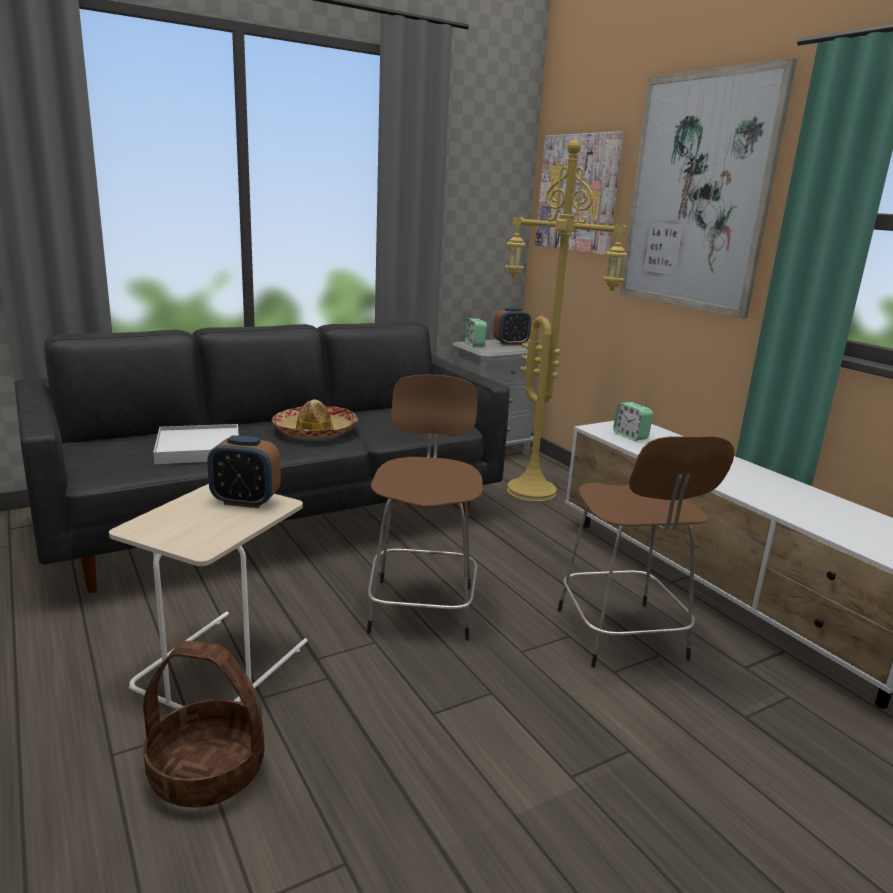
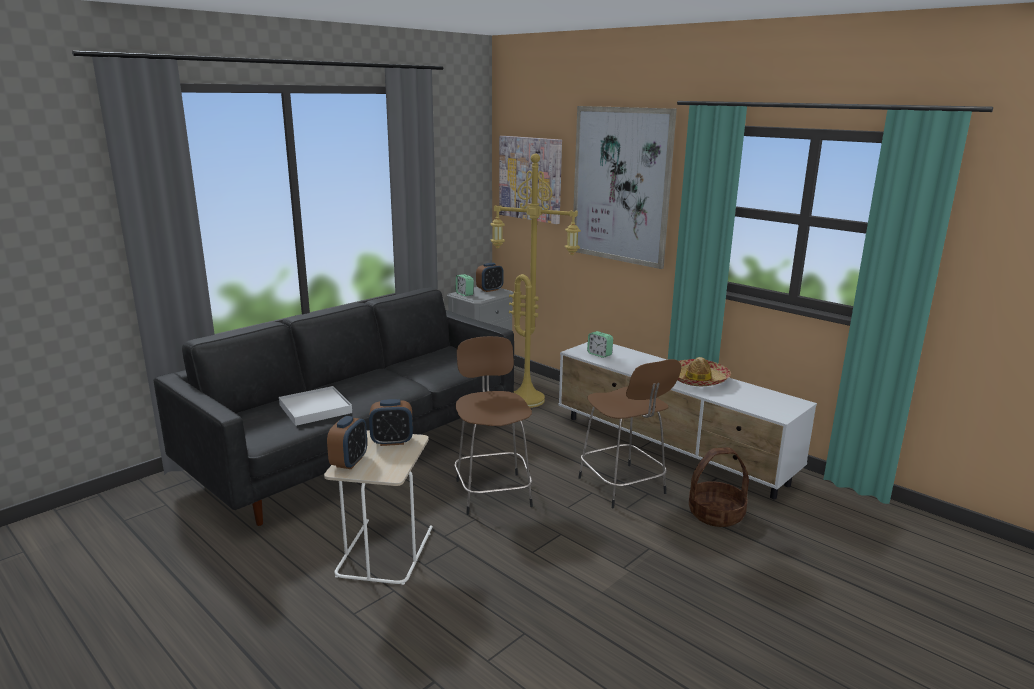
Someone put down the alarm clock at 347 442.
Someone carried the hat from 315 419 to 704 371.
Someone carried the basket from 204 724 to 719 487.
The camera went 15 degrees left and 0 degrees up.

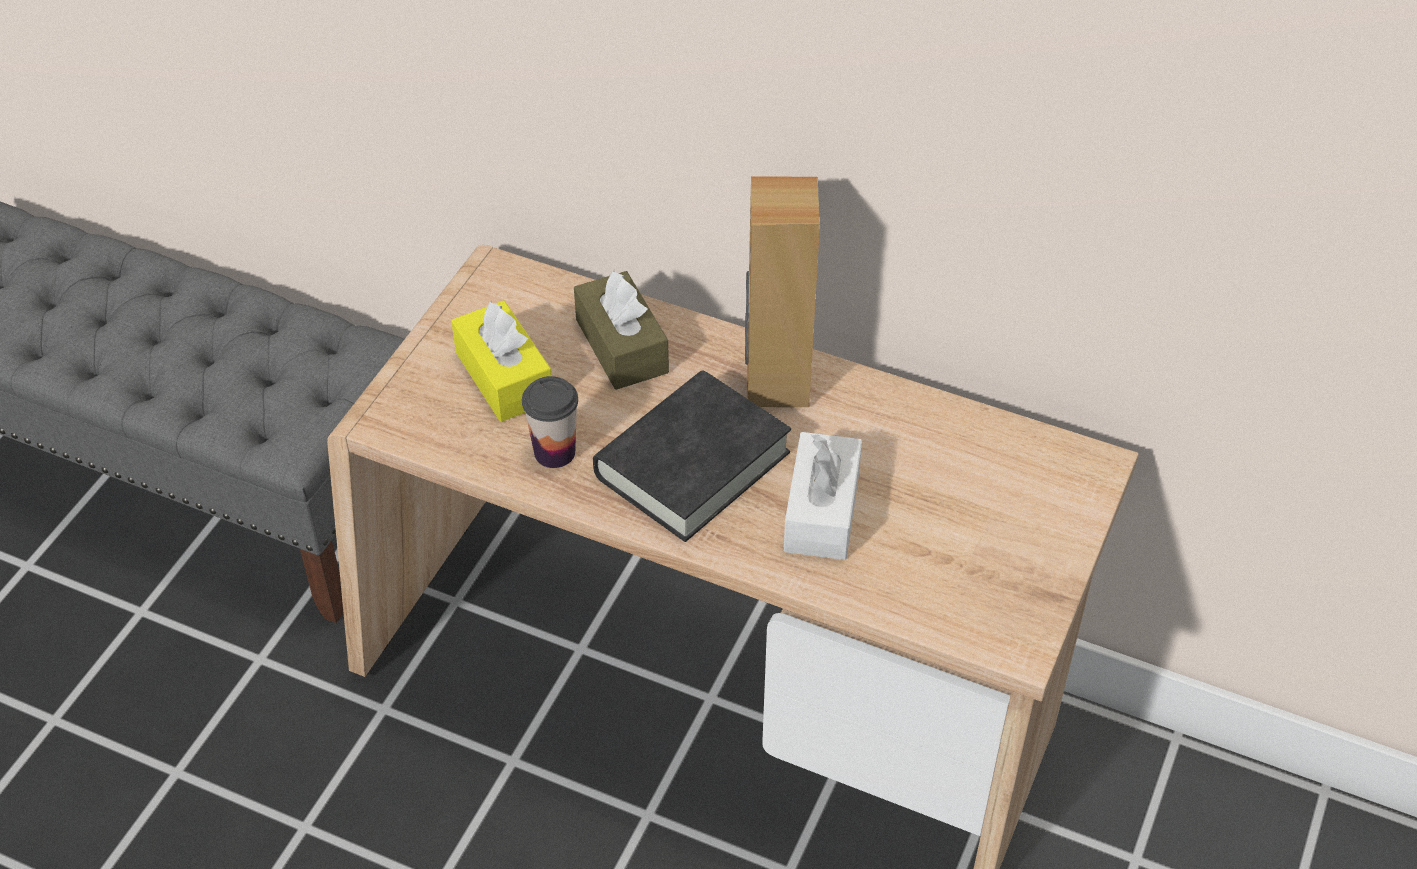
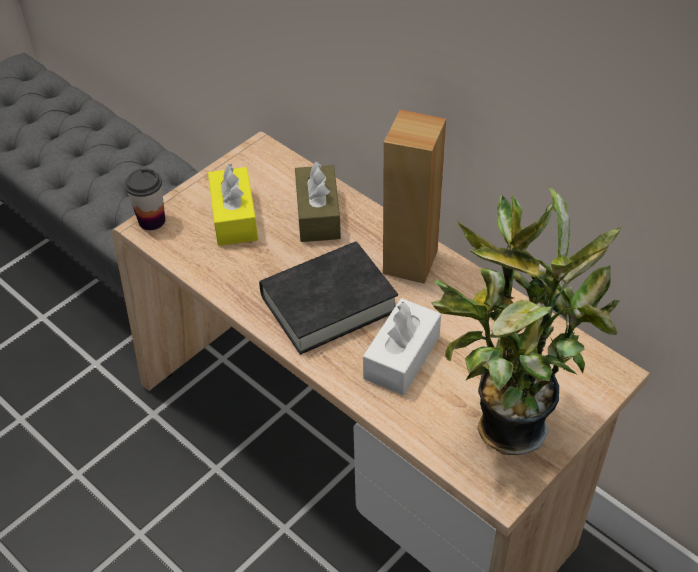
Someone carried the cup from 550 422 to 145 199.
Someone put down the potted plant at 526 320.
The camera went 20 degrees right and 0 degrees up.

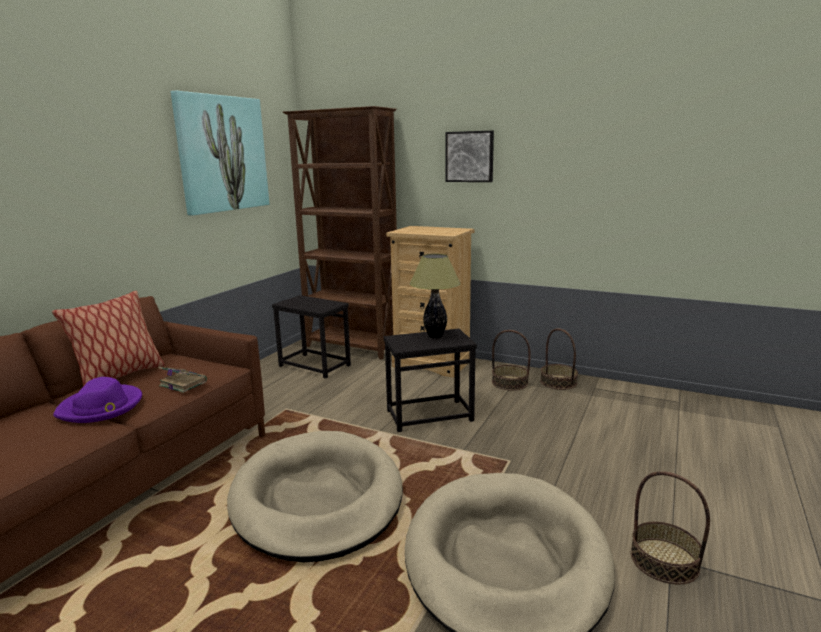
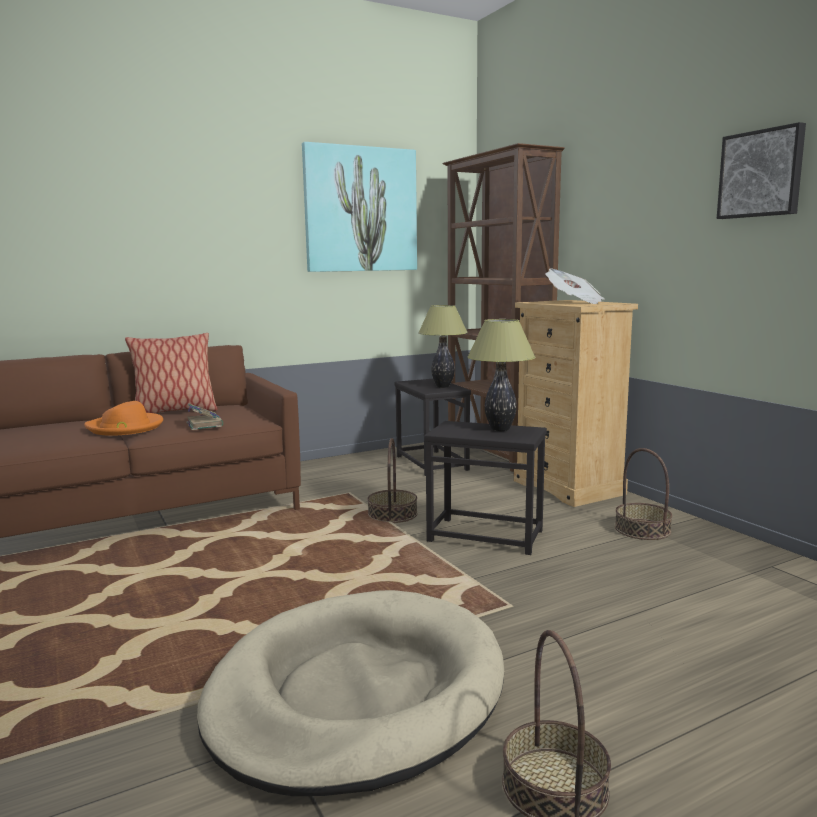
Someone repainted the purple hat at 97 400, which became the orange hat at 123 418.
Someone carried the basket from 559 359 to 392 480.
Someone put down the table lamp at 443 346.
Someone put down the newspaper at 575 286.
Someone carried the picture from 469 156 to 761 170.
Someone took away the beige dog bed at 315 496.
The camera went 35 degrees right and 5 degrees down.

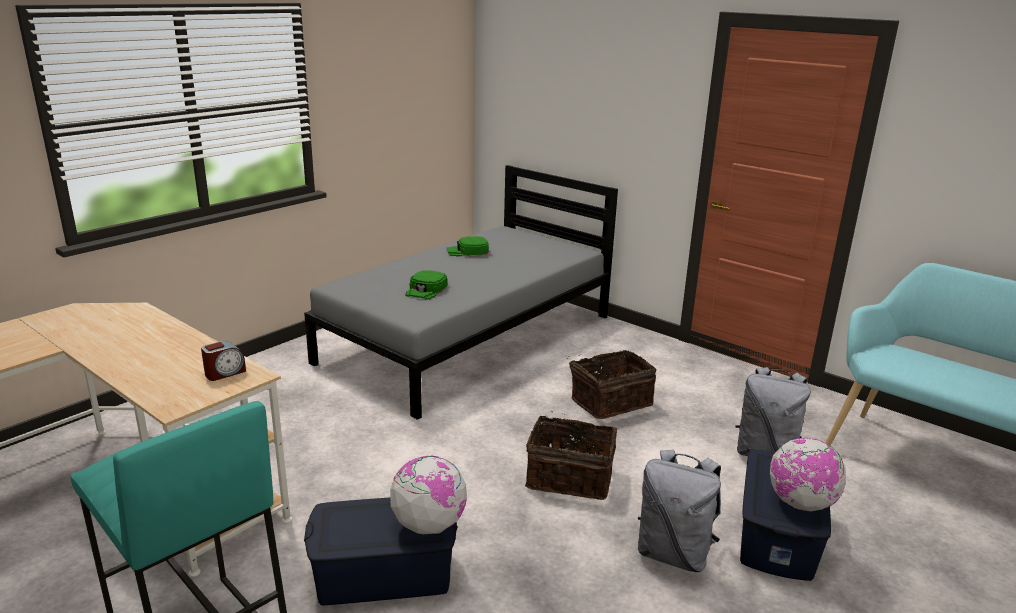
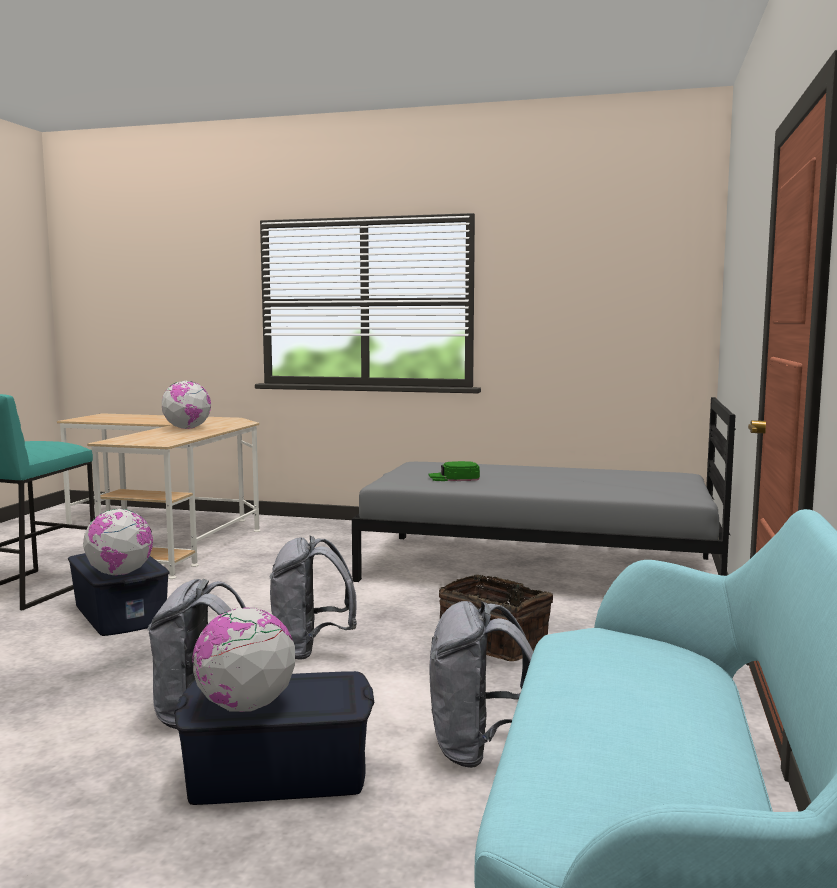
Someone put down the globe at 186 405.
Someone swapped the basket at 571 455 for the grey backpack at 313 598.
Someone took away the alarm clock at 223 361.
Someone took away the green cap at 468 246.
The camera went 65 degrees right and 15 degrees down.

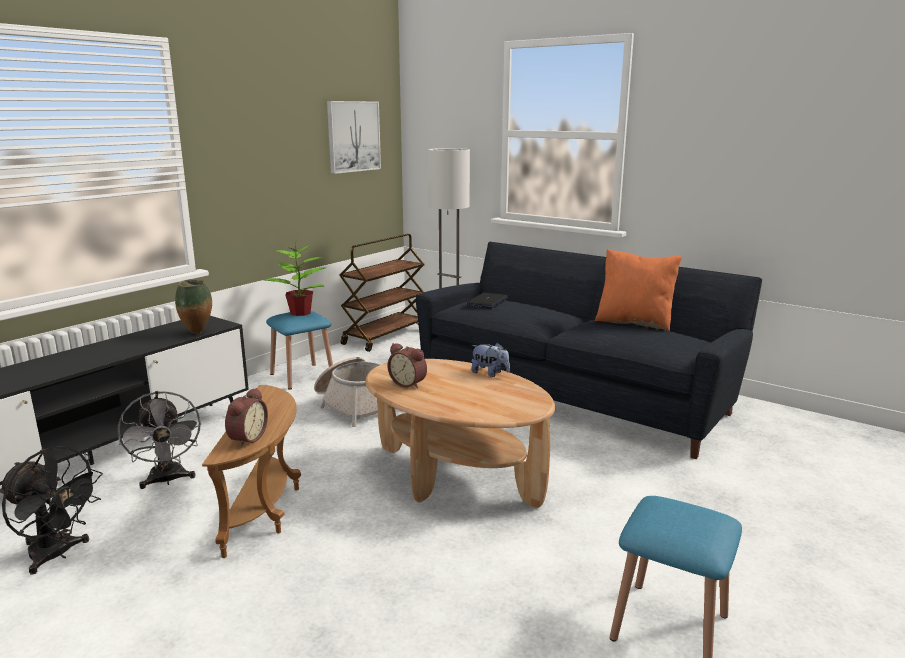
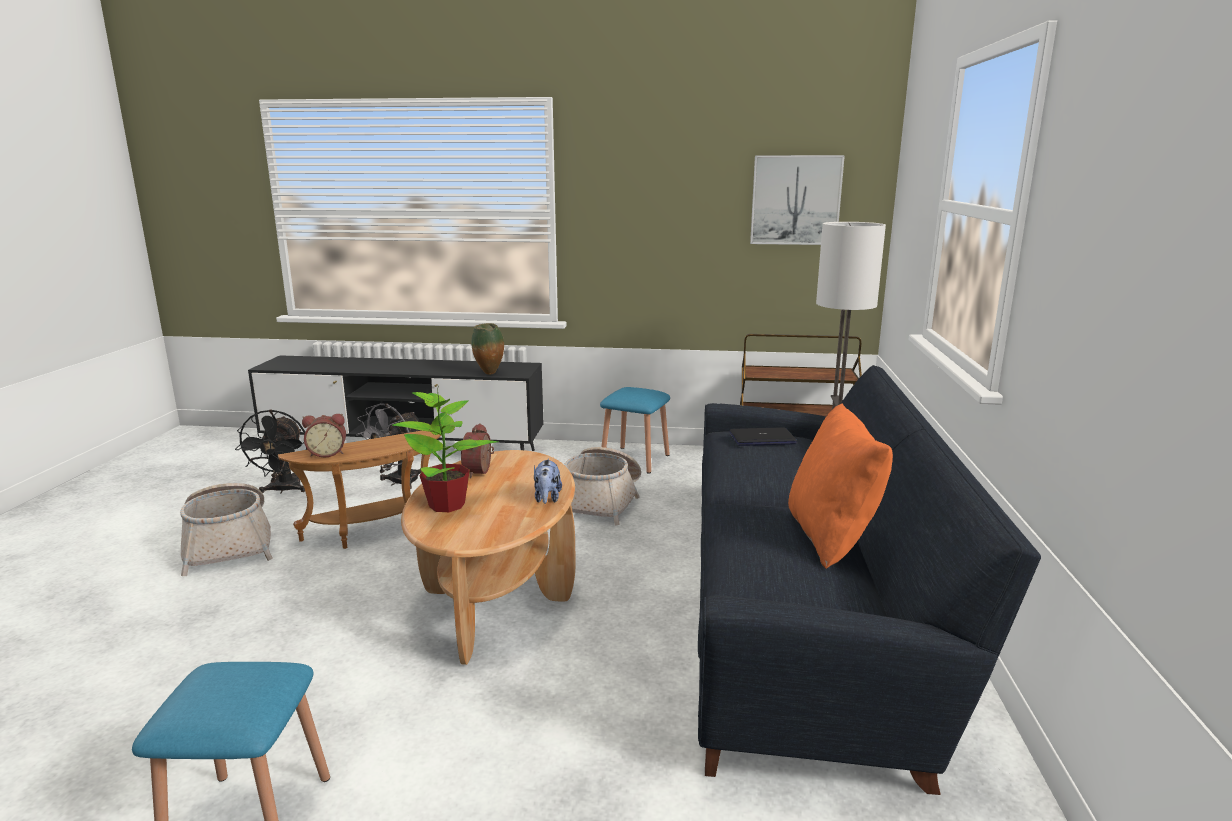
Someone put down the basket at 226 529.
Someone carried the potted plant from 294 279 to 445 448.
The camera went 60 degrees right and 0 degrees up.

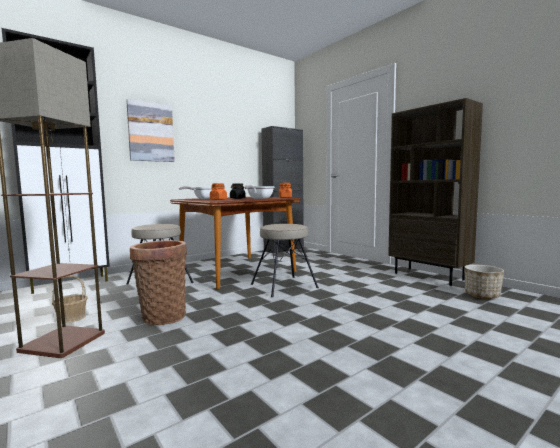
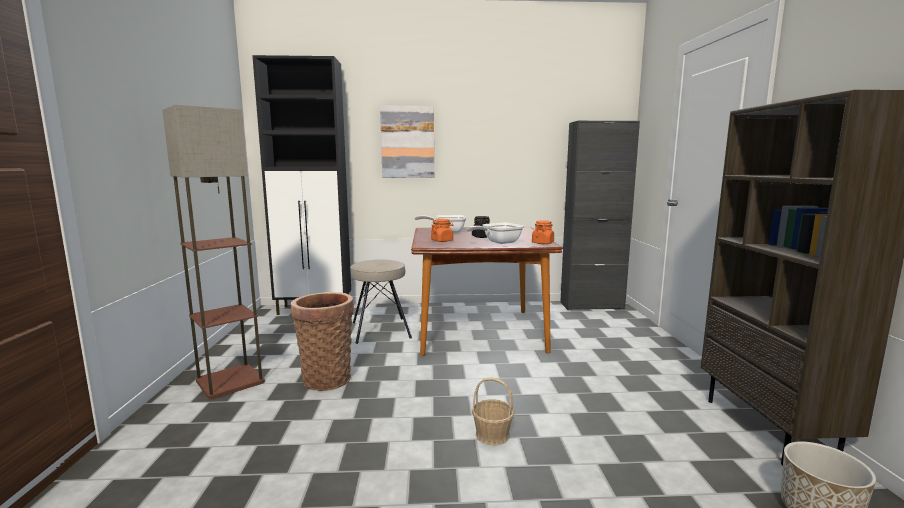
Someone carried the basket from 70 299 to 493 412.
Someone took away the beige stool at 285 260.
The camera went 35 degrees right and 5 degrees up.

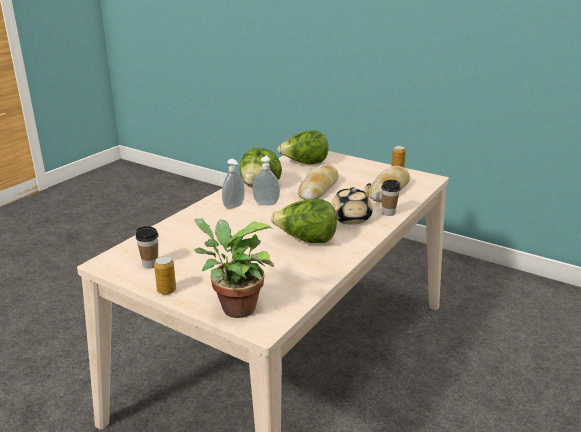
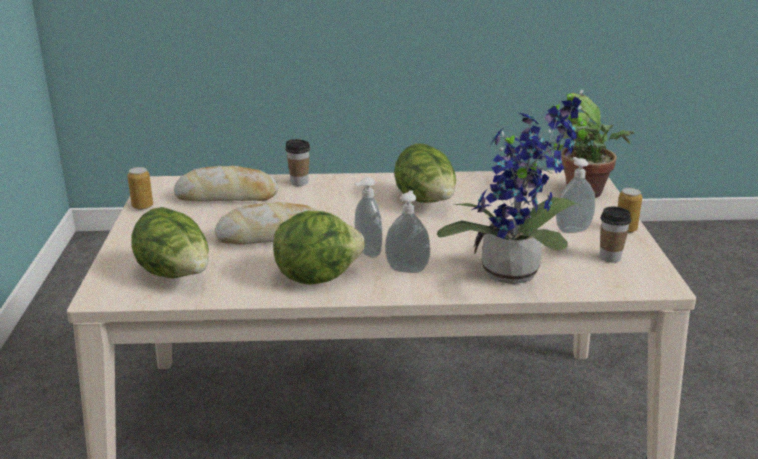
Someone put down the potted plant at 512 186.
Someone put down the soap dispenser at 575 195.
Someone took away the beige teapot at 352 204.
The camera went 125 degrees left and 0 degrees up.

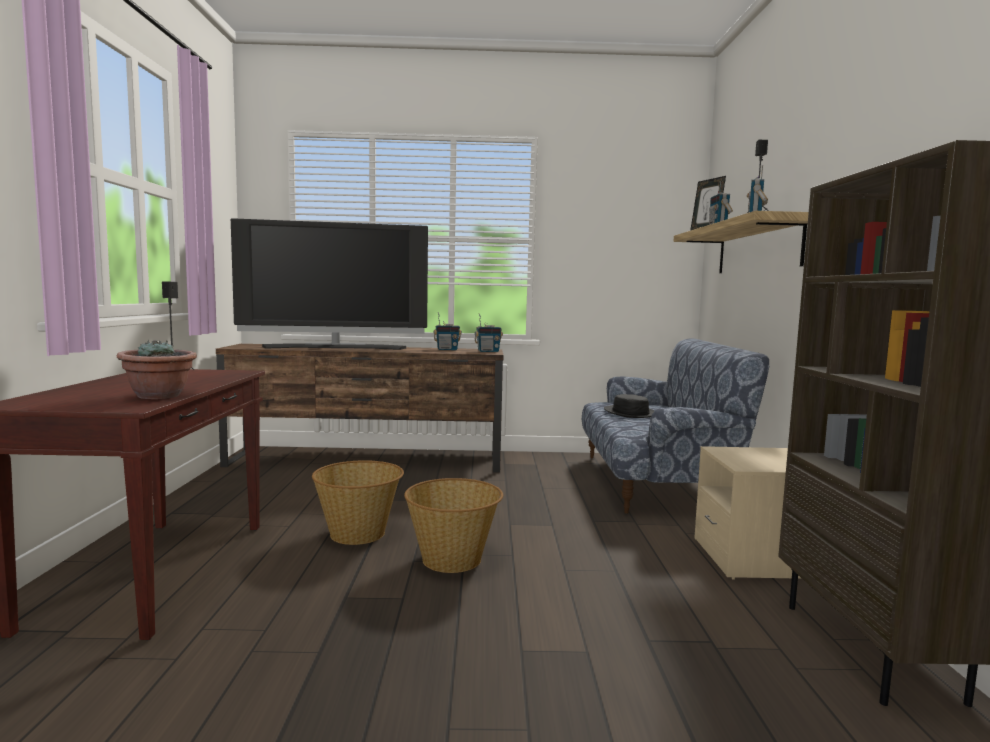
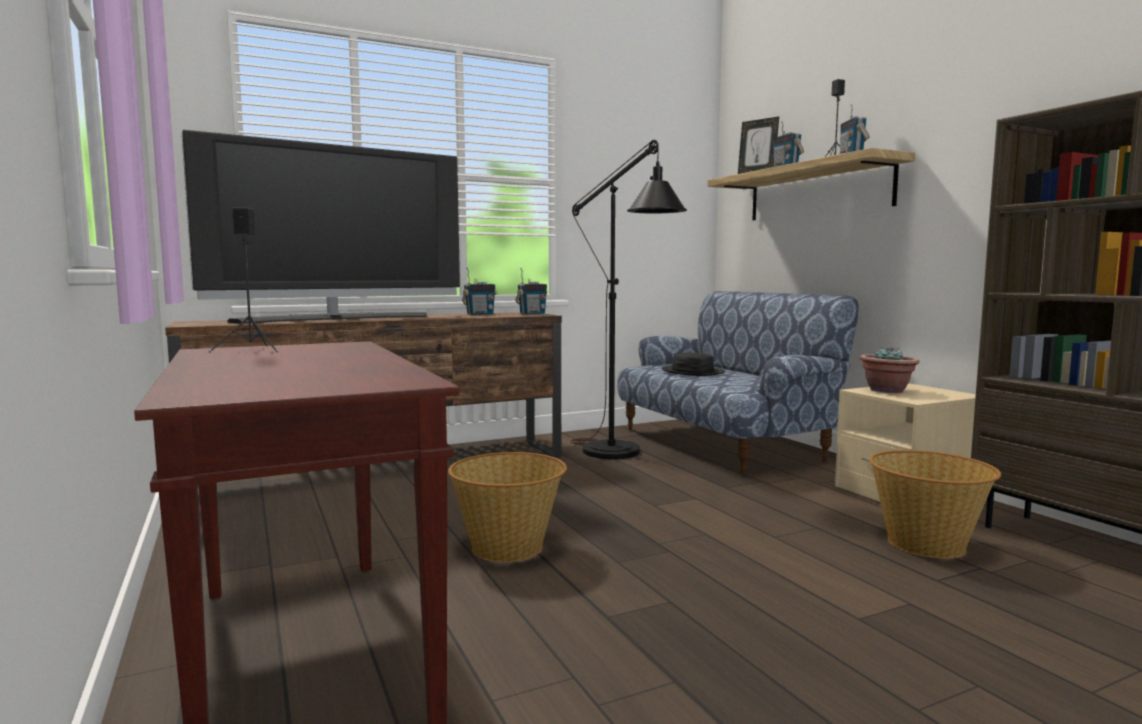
Someone put down the black floor lamp at 628 299.
Someone carried the potted plant from 157 369 to 890 370.
Someone carried the basket from 453 525 to 935 504.
The camera went 25 degrees left and 0 degrees up.

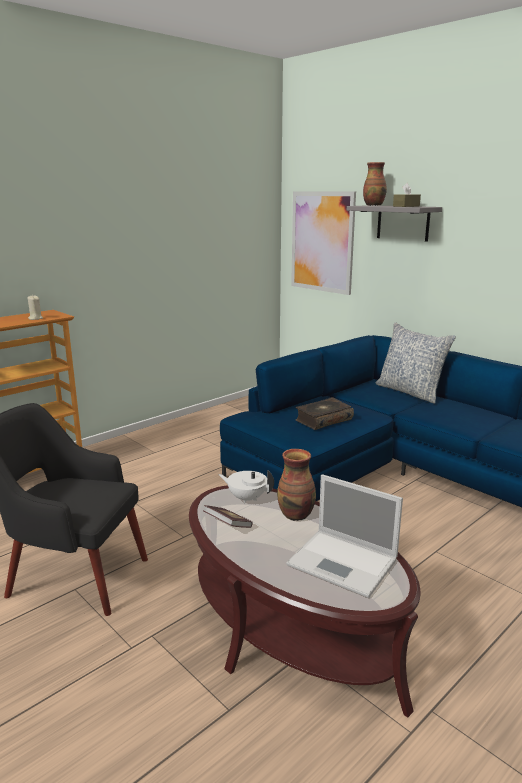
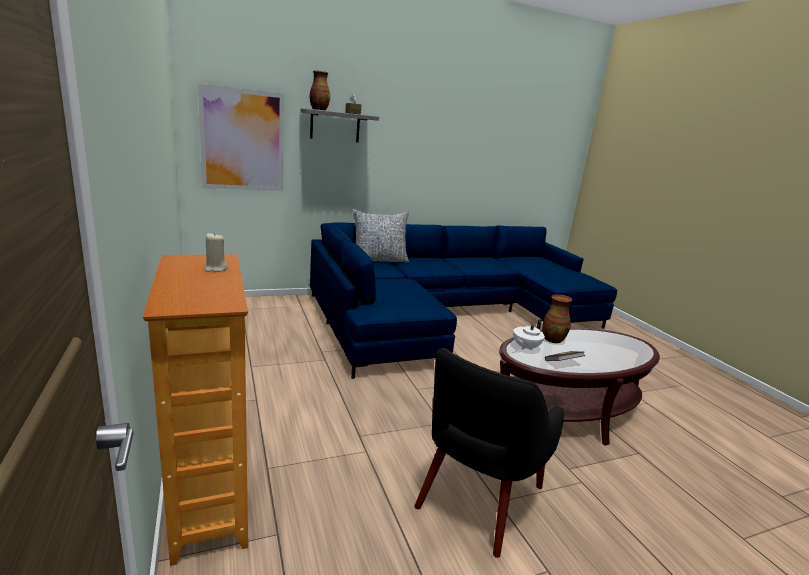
Someone took away the laptop at 344 536.
Someone took away the book at 324 413.
The camera went 70 degrees left and 0 degrees up.

